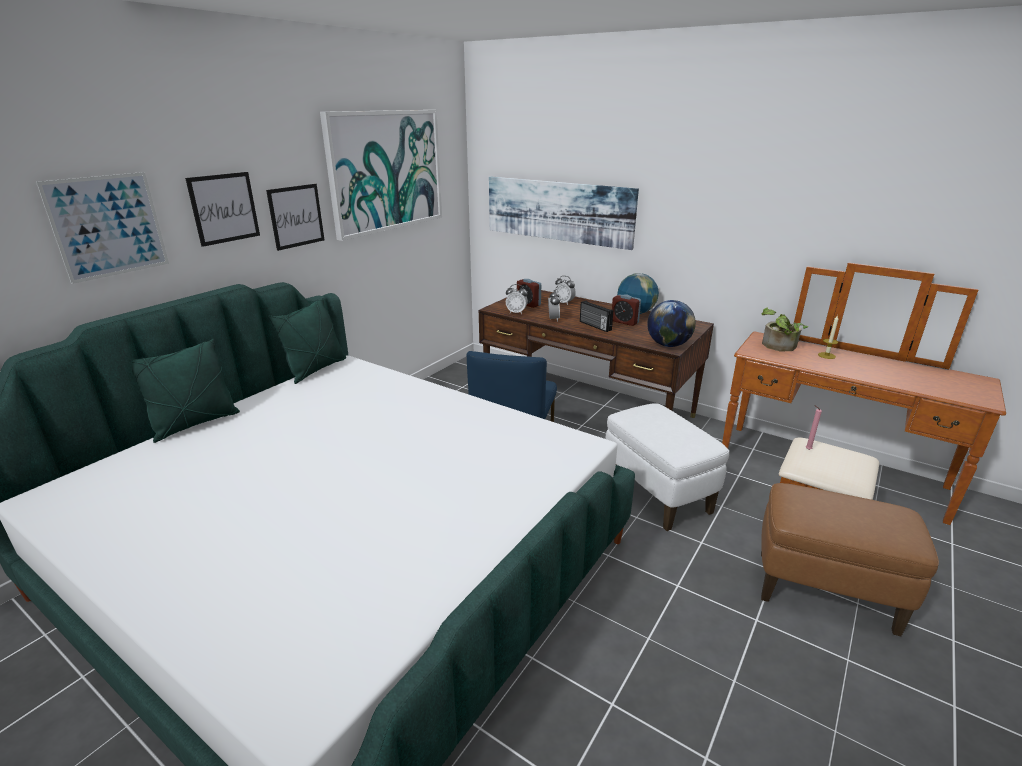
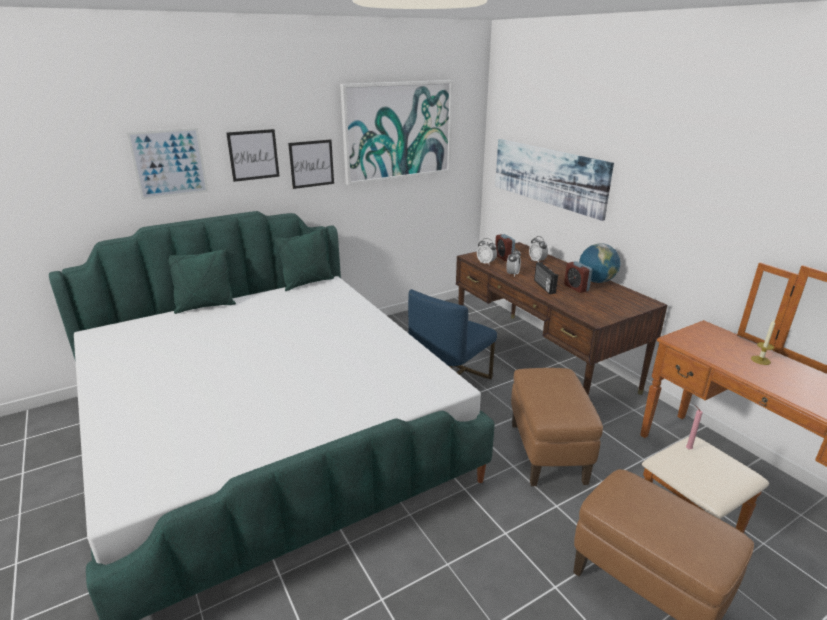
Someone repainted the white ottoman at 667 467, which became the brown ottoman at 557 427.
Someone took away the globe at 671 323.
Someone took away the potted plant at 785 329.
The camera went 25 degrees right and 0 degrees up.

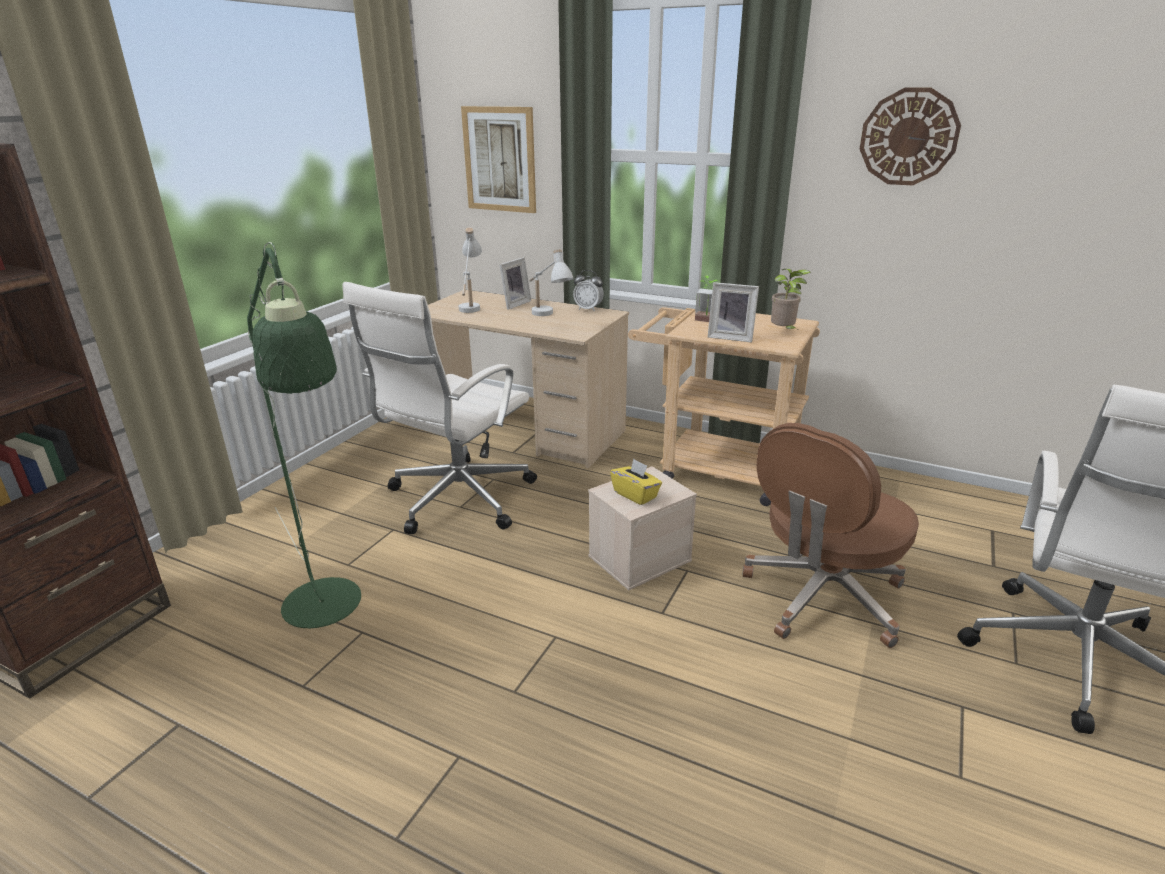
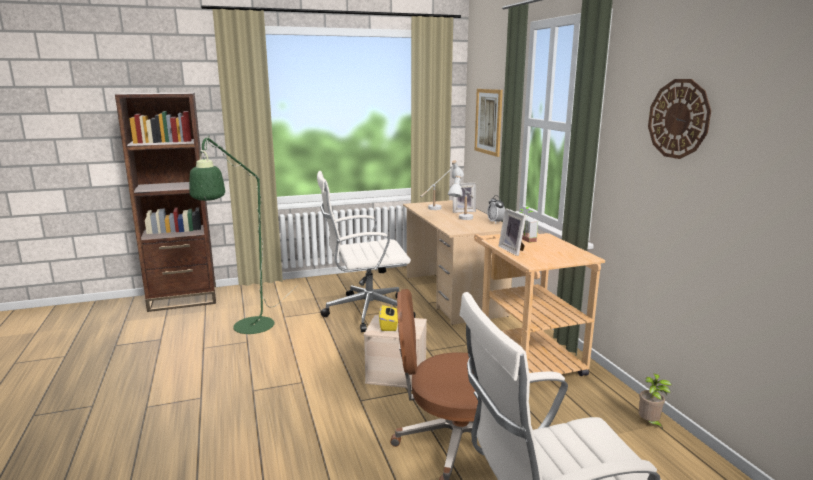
Someone carried the potted plant from 791 300 to 655 401.
The camera went 45 degrees right and 10 degrees down.

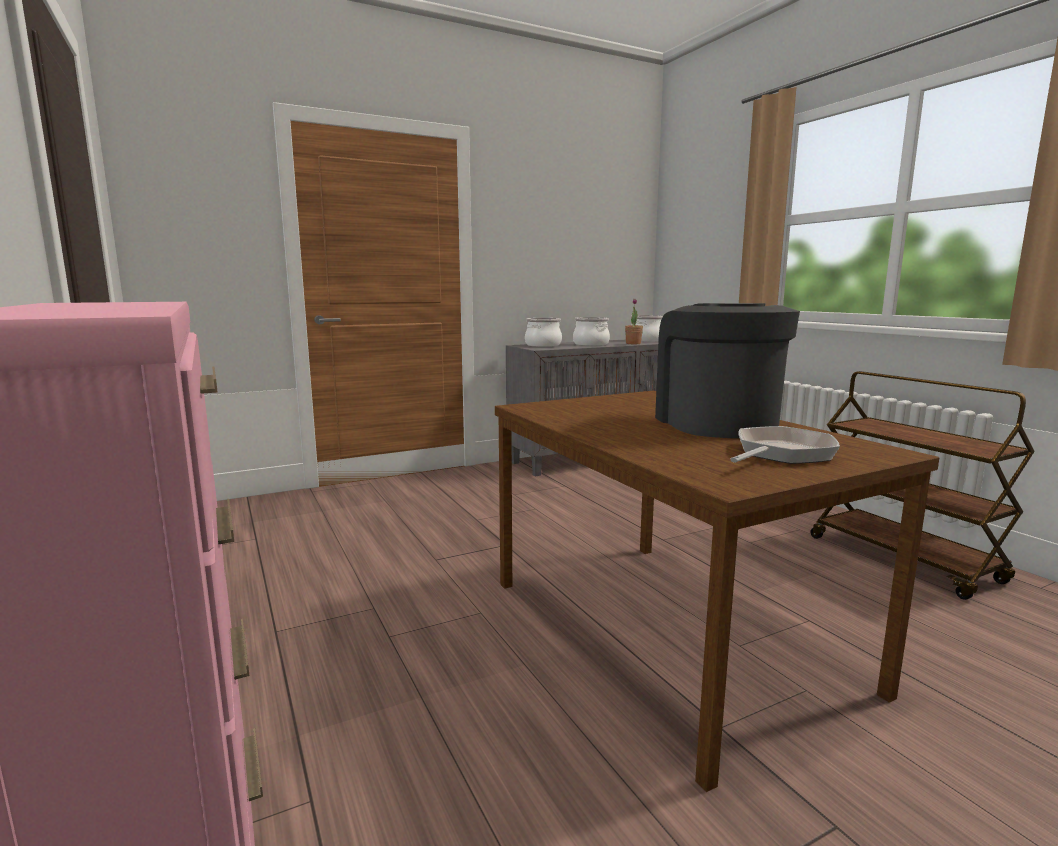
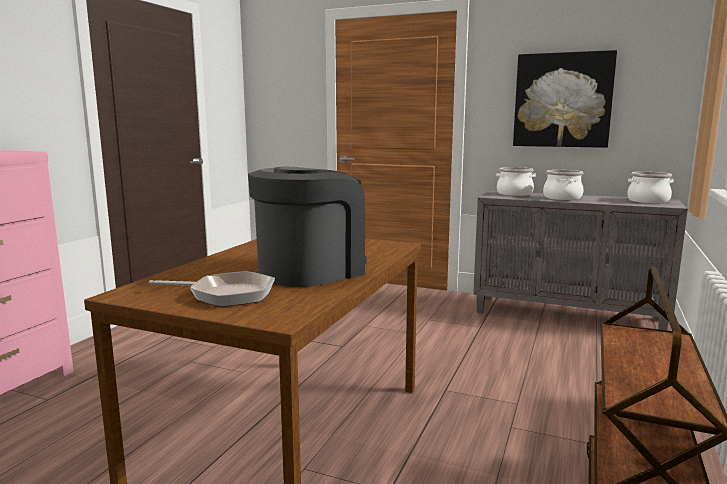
Someone put up the picture at 565 99.
Someone took away the potted plant at 634 321.
The camera went 50 degrees right and 0 degrees up.

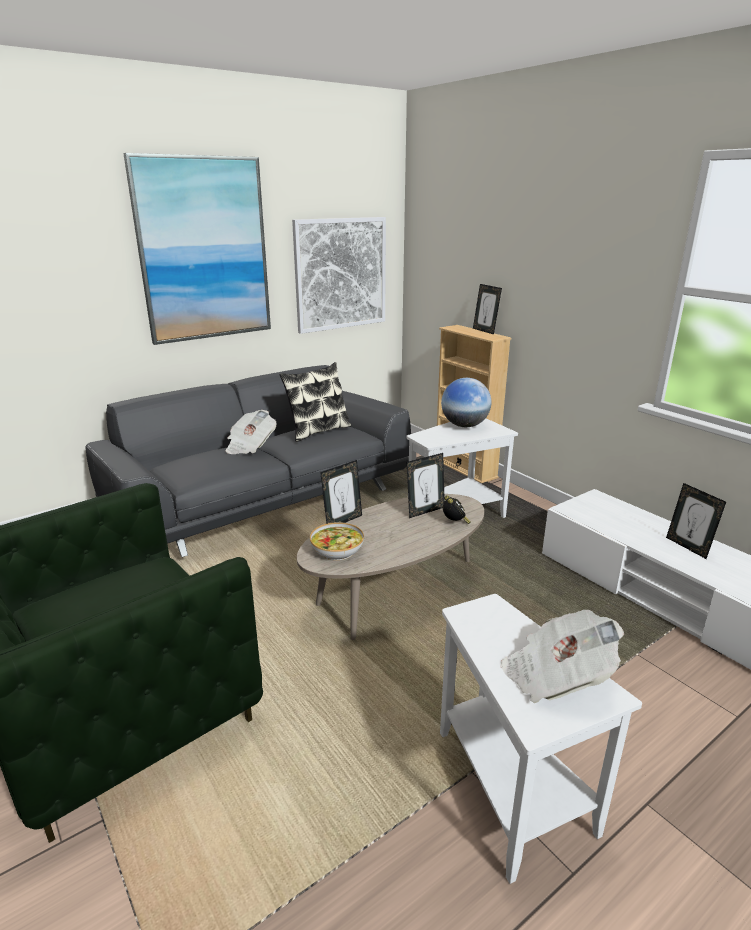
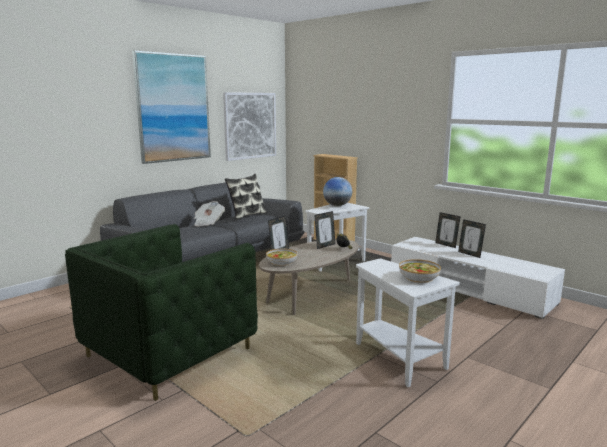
Someone swapped the newspaper at 562 656 for the bowl at 420 271.
Someone carried the picture frame from 487 309 to 448 230.
The camera went 10 degrees left and 10 degrees down.

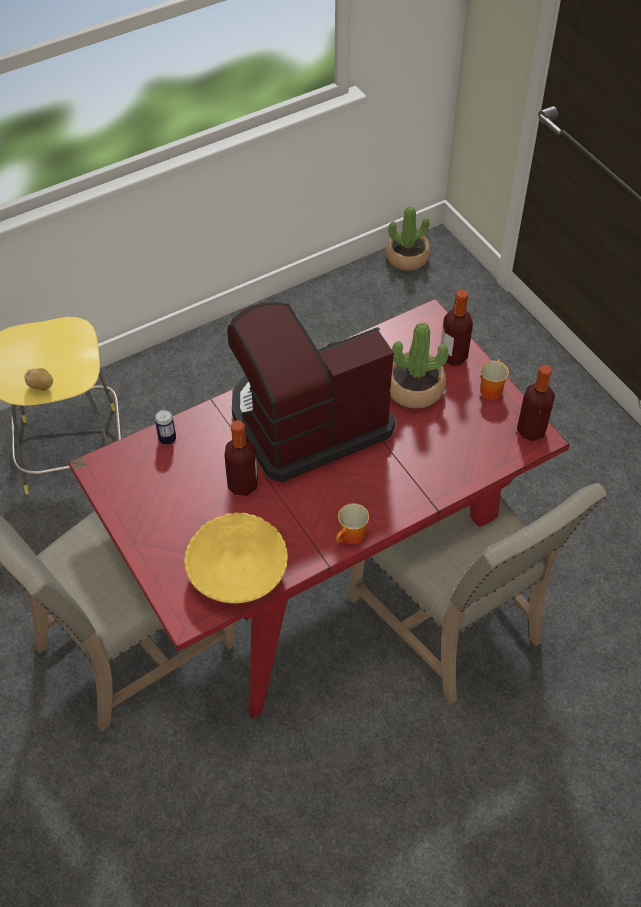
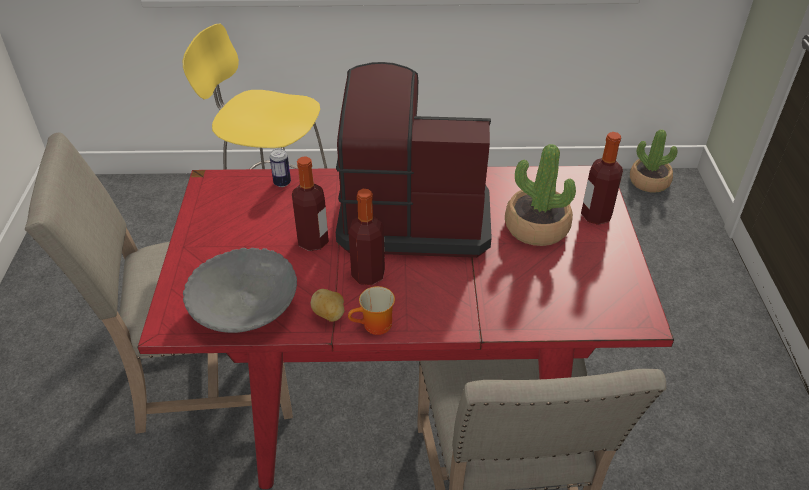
Someone repainted the yellow bowl at 236 557, which became the grey bowl at 240 290.
Someone carried the potato from 39 379 to 328 305.
Someone carried the bottle from 536 403 to 367 237.
Someone took away the mug at 494 379.
The camera went 30 degrees right and 10 degrees down.

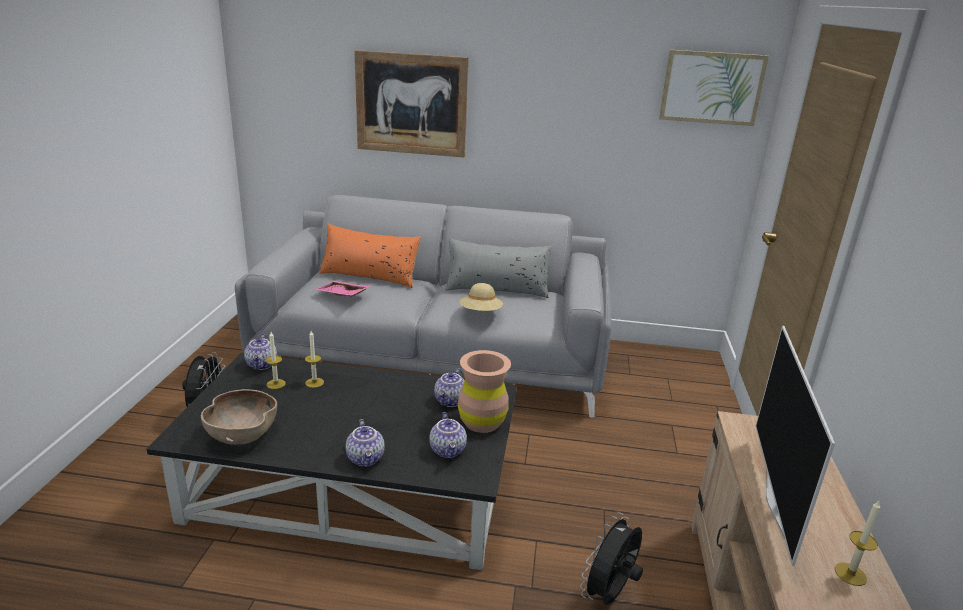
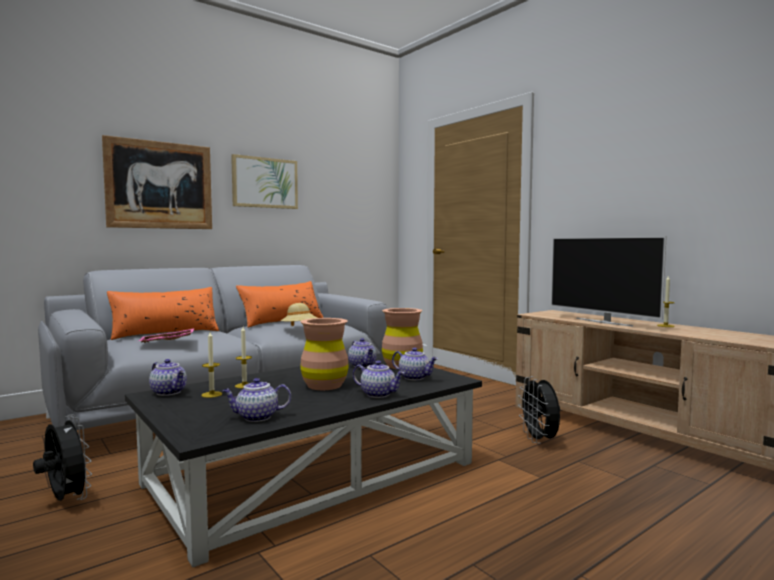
Someone swapped the brown bowl at 239 417 for the teapot at 256 400.
Someone carried the picture from 714 88 to 264 181.
Someone repainted the grey pillow at 498 268, which became the orange pillow at 280 304.
Someone put down the brown vase at 324 354.
The camera went 45 degrees left and 20 degrees down.

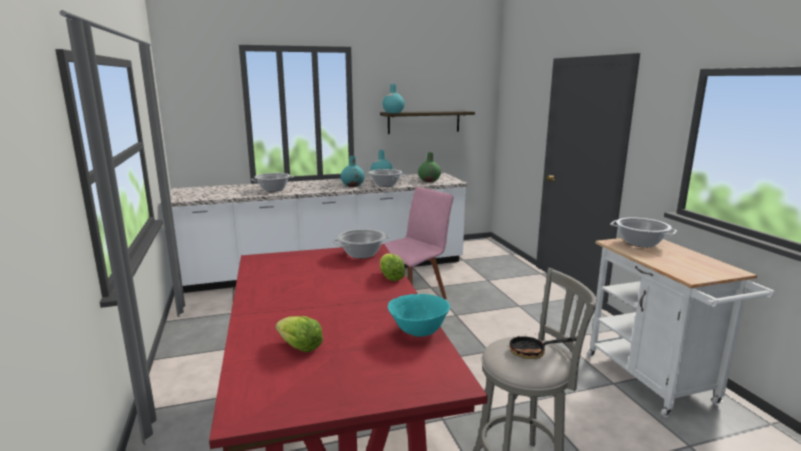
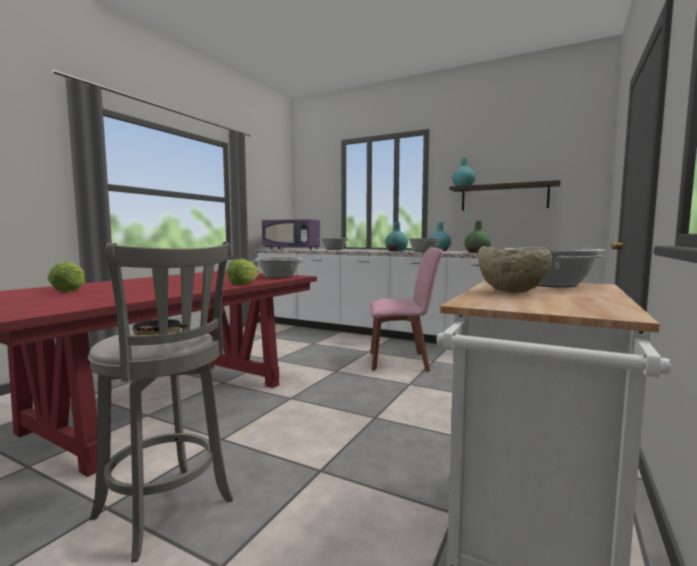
Someone put down the purple microwave at 291 234.
Someone put down the beige bowl at 515 269.
Someone took away the turquoise bowl at 419 315.
The camera went 45 degrees right and 10 degrees down.

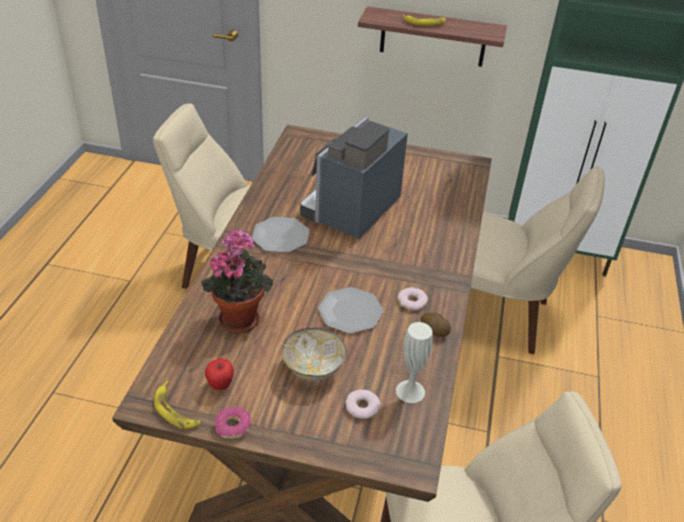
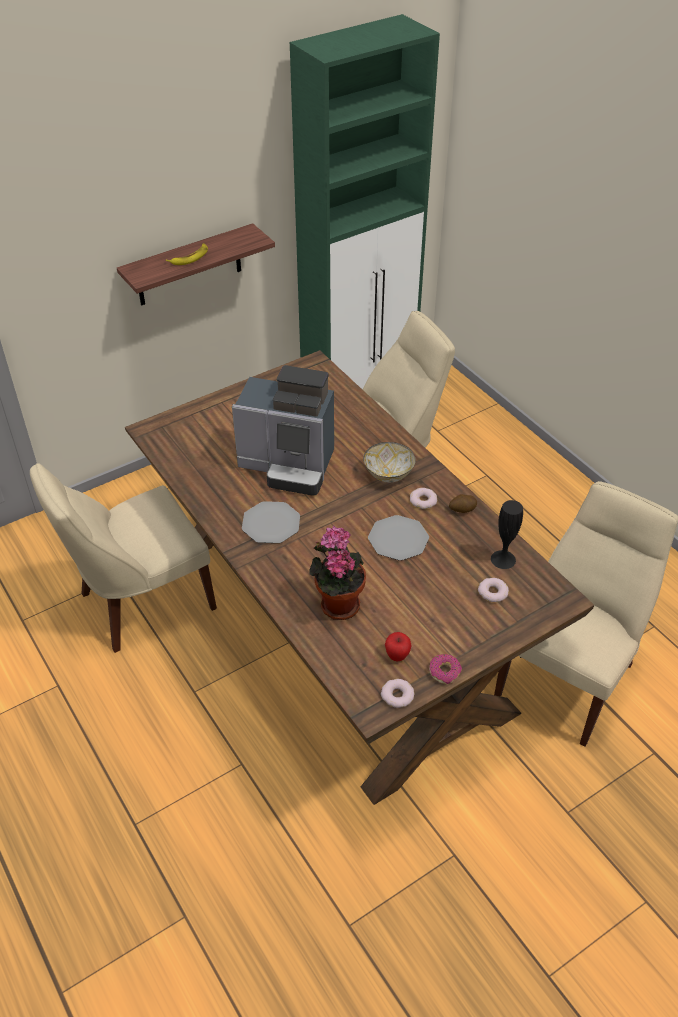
Someone rotated the coffee machine at 354 178 by 60 degrees counterclockwise.
Someone carried the bowl from 314 354 to 389 462.
Someone swapped the banana at 177 405 for the donut at 397 693.
Someone repainted the white vase at 414 362, which became the black vase at 507 534.
The camera went 45 degrees left and 5 degrees up.

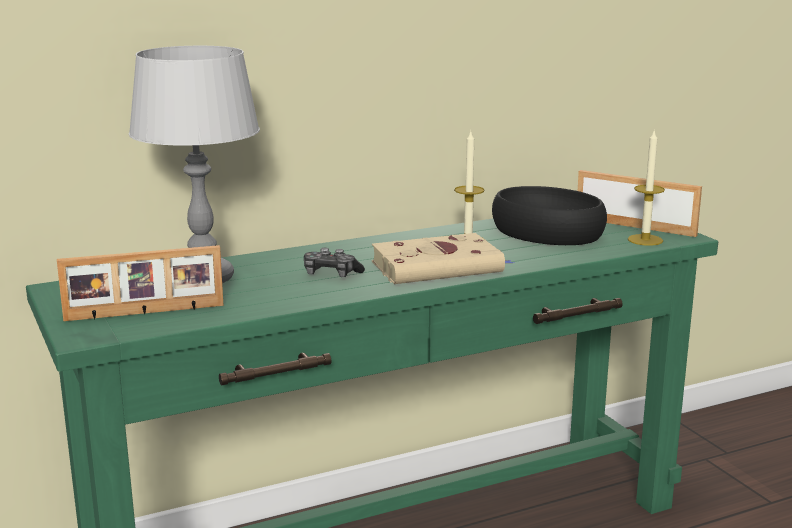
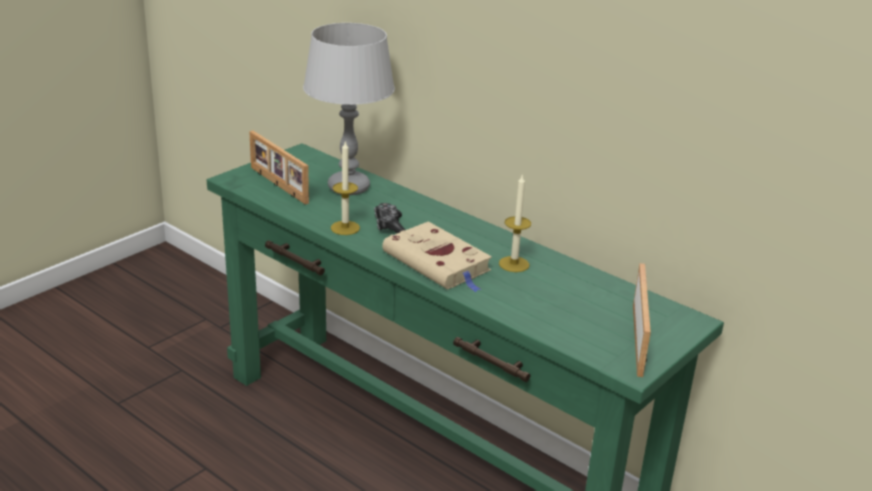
Someone carried the candle from 646 188 to 345 187.
Someone took away the black bowl at 549 215.
The camera went 65 degrees right and 10 degrees up.

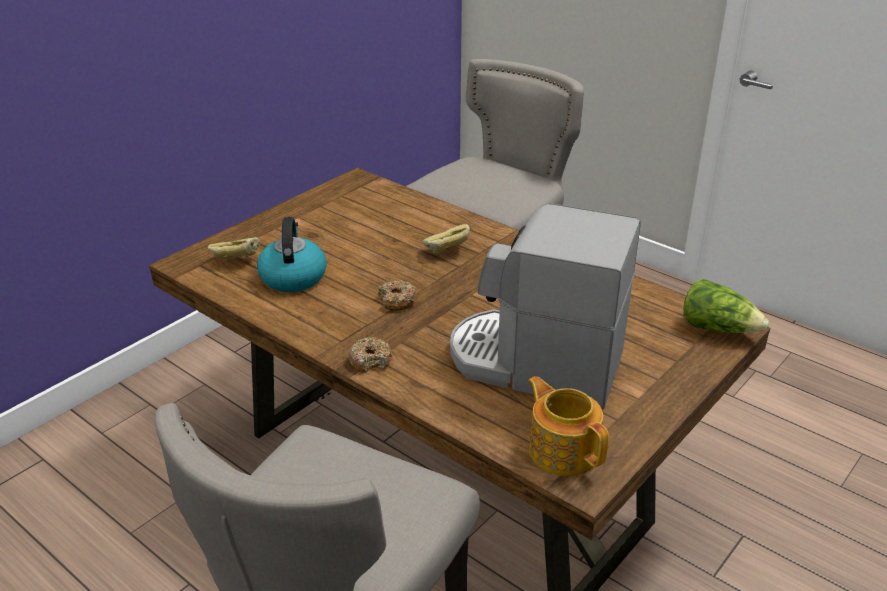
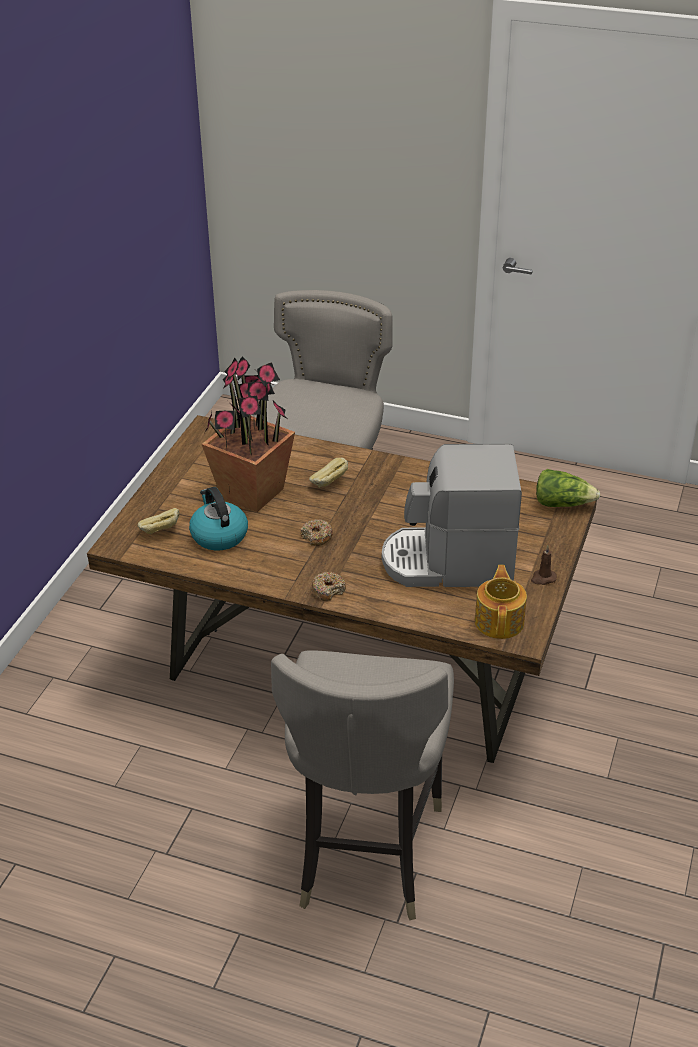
Someone put down the potted plant at 248 434.
Someone rotated the teapot at 568 426 by 60 degrees clockwise.
Someone put down the brown candle at 544 565.
The camera went 20 degrees left and 5 degrees up.

